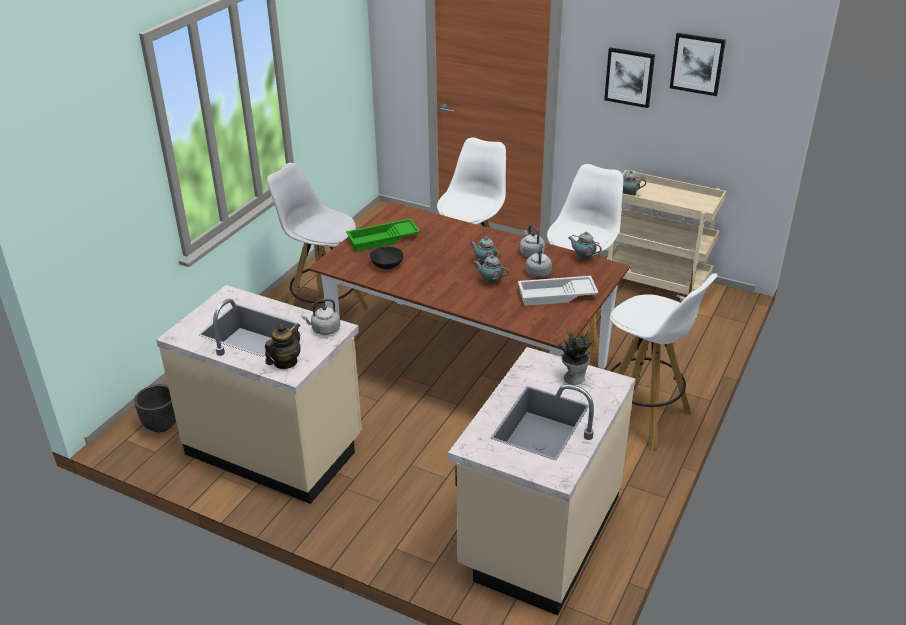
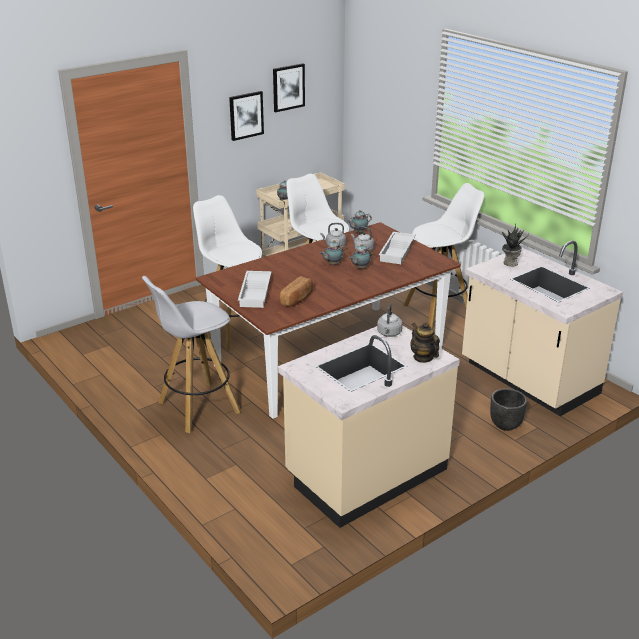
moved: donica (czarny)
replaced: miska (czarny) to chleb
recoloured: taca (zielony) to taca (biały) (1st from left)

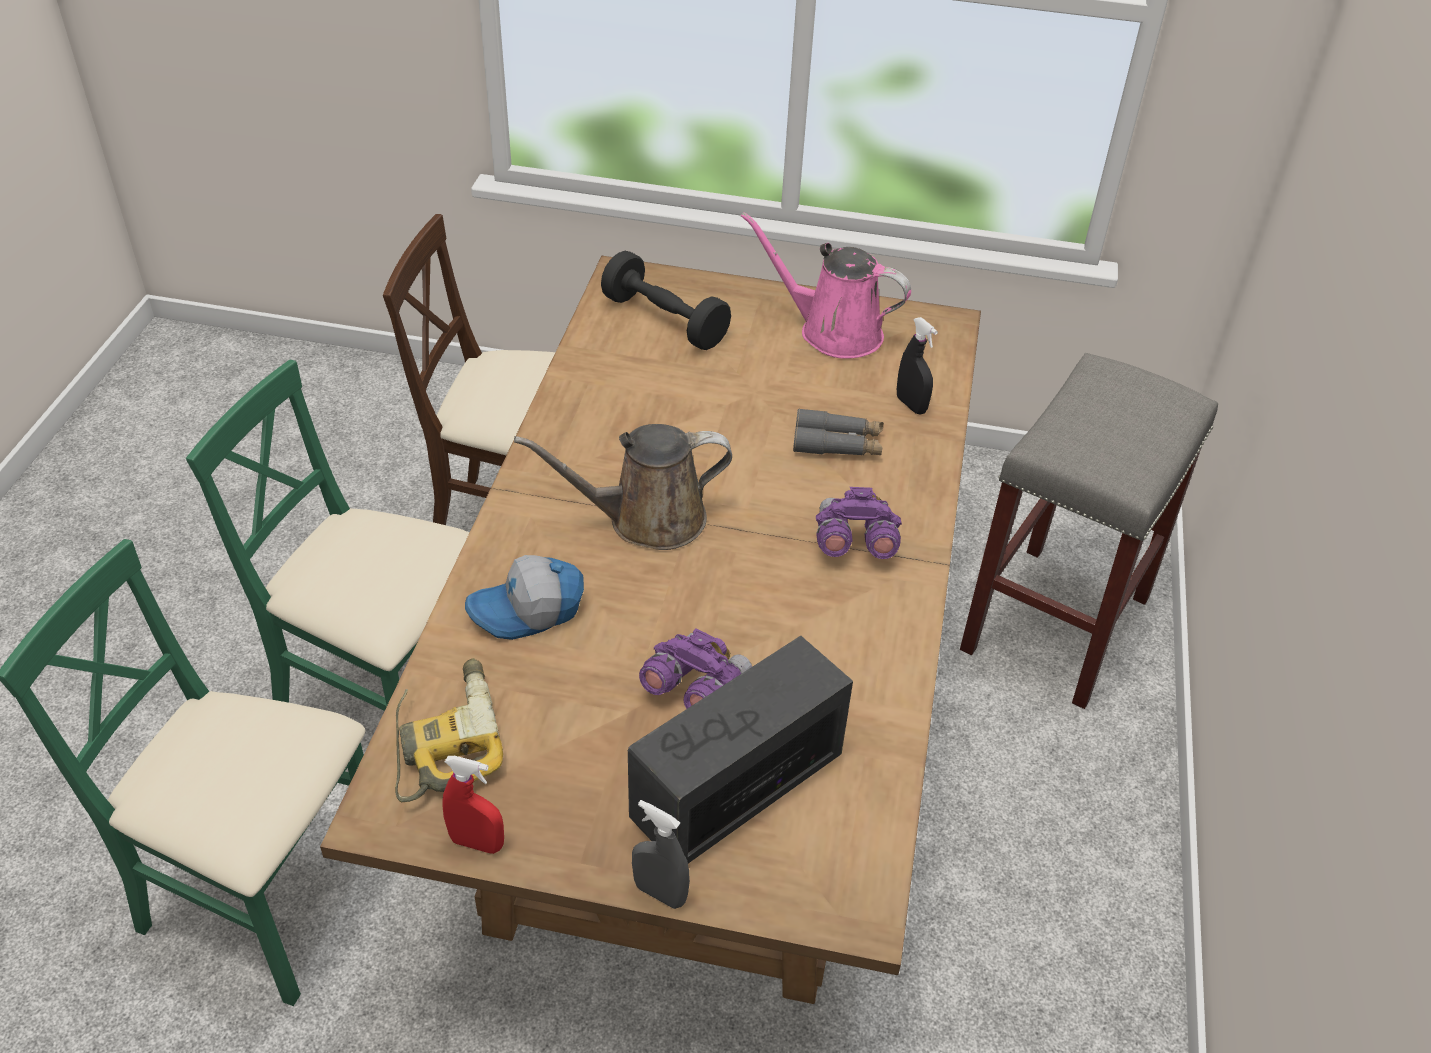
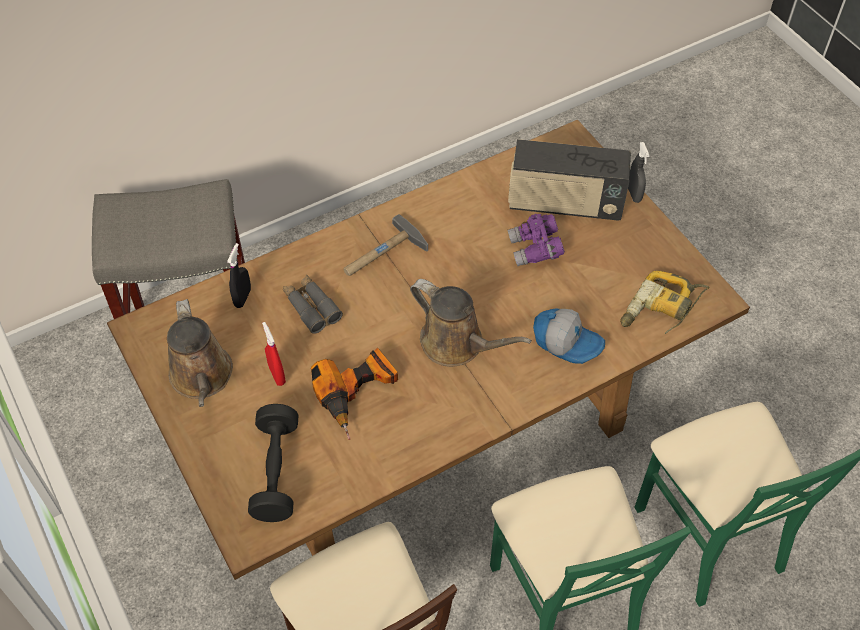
added: wiertarka (1st from left)
moved: spryskiwacz (czerwony)
replaced: lornetka (fioletowy) (2nd from left) to młotek
recoloured: konewka (różowy) to konewka (brązowy) (1st from left)

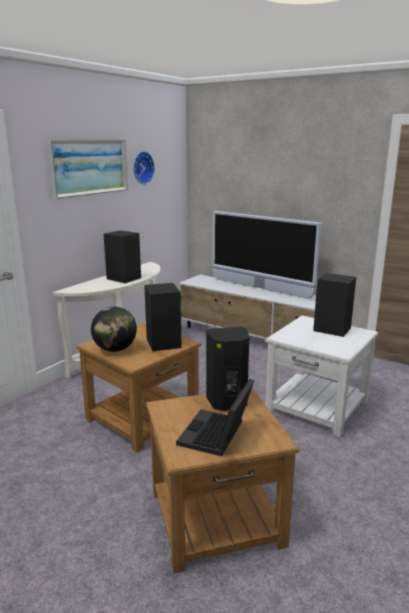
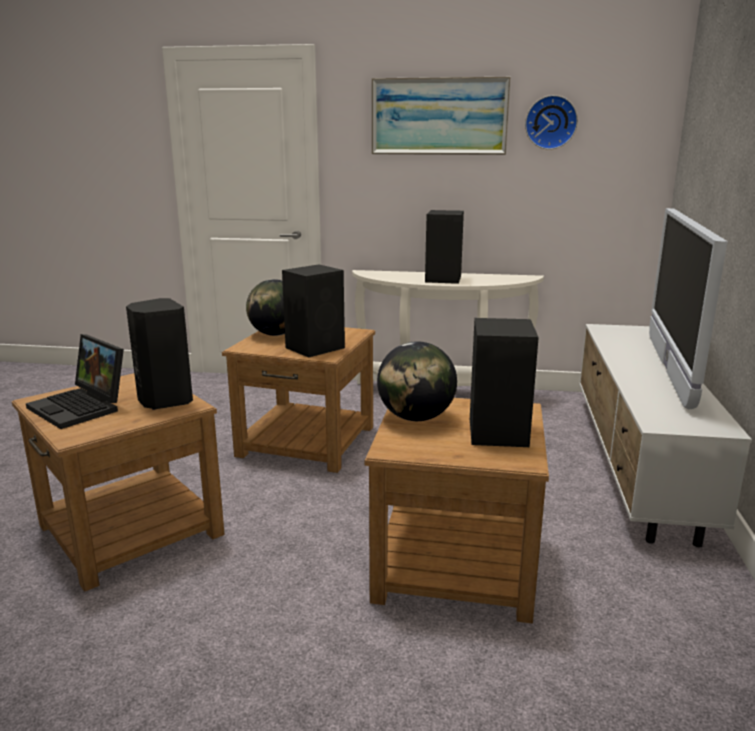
added: globus (2nd from left)
recoloured: stolik (biały) to stolik (brązowy) (3rd from left)
turned: laptop 135 degrees counterclockwise

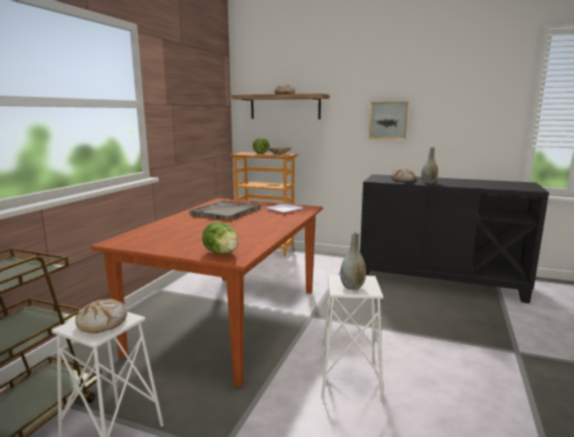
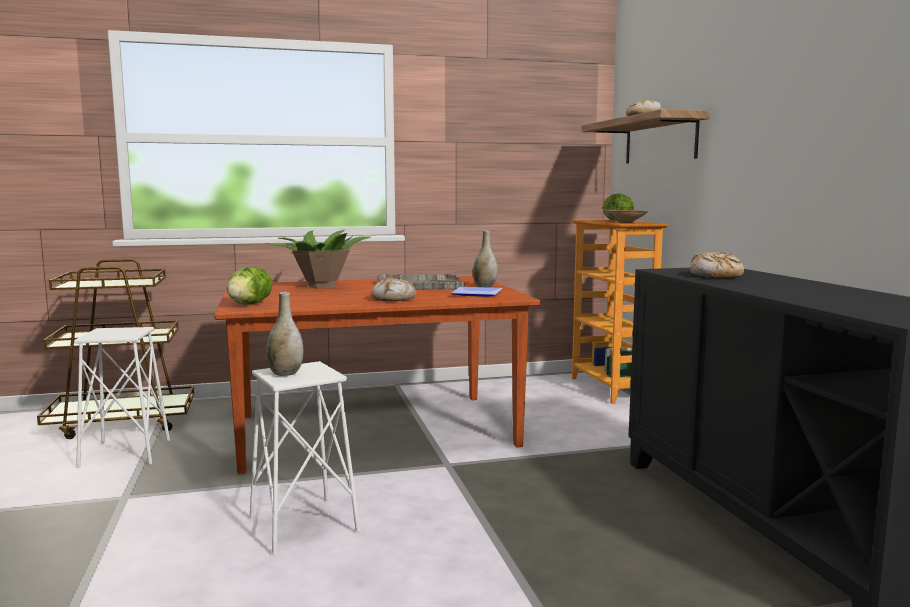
removed: obraz
added: roślina doniczkowa
moved: chleb (1st from left); wazon (szary) (2nd from left)

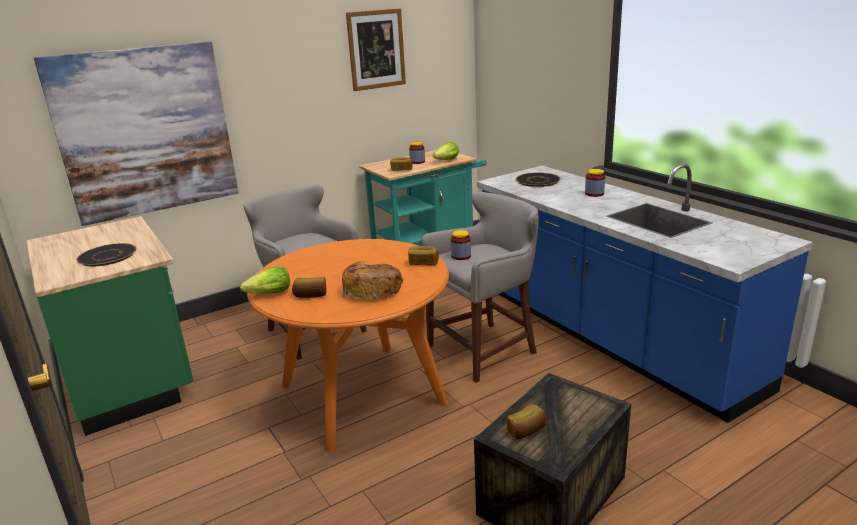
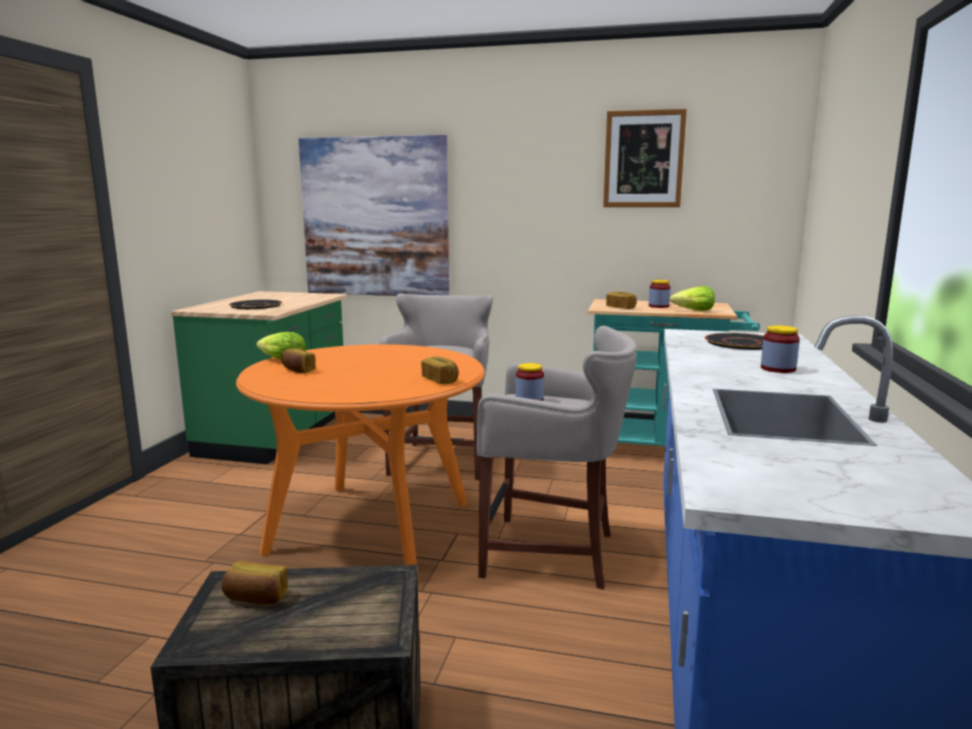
removed: chleb (2nd from left)

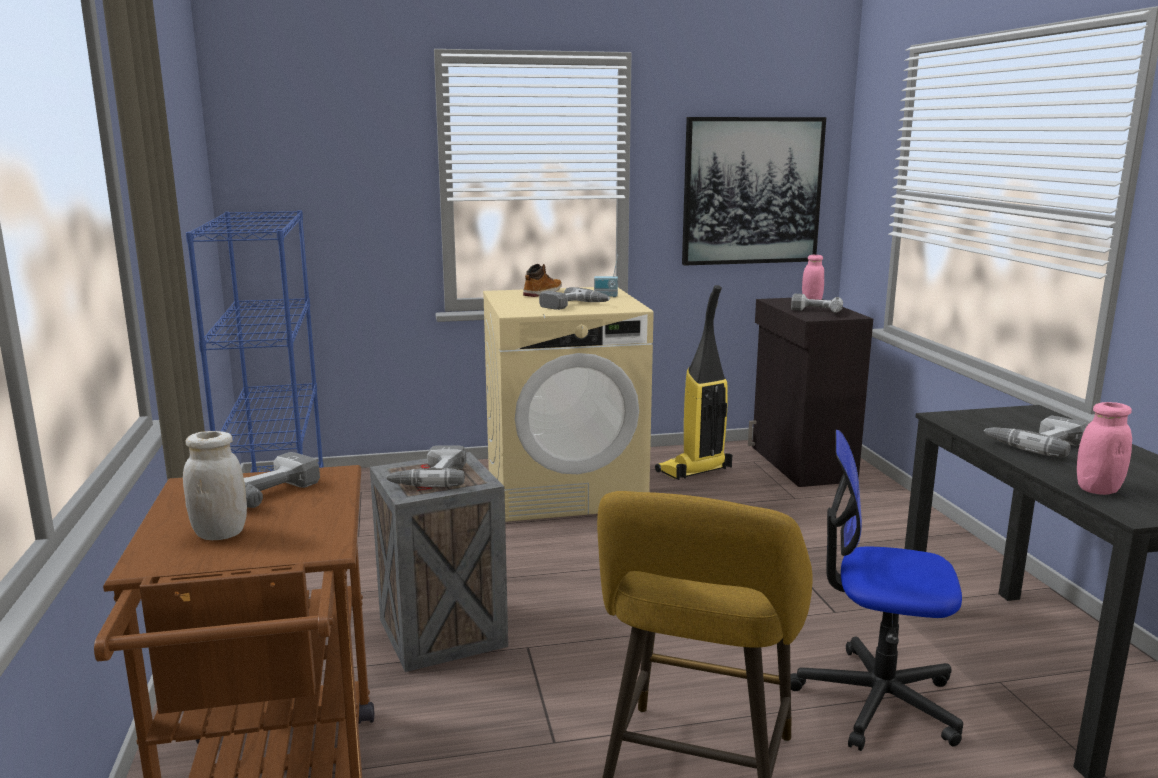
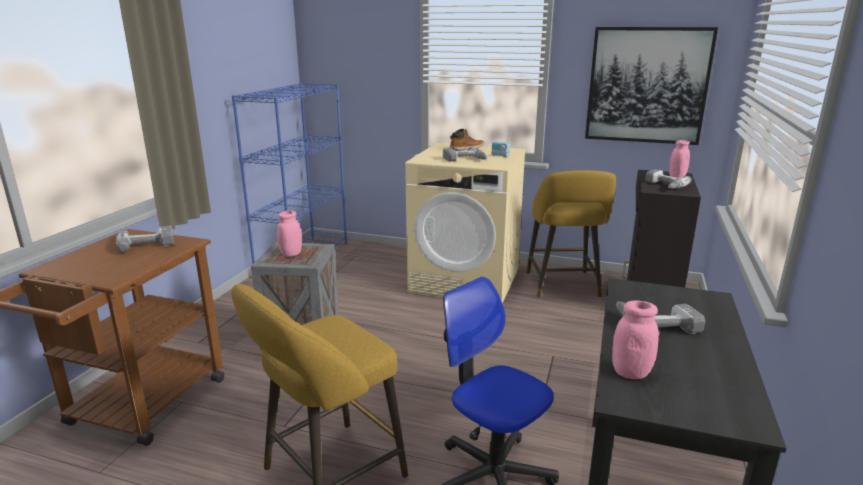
removed: słoik (biały)
replaced: wiertarka (2nd from left) to słoik (różowy) (1st from left); odkurzacz to stołek (żółty) (2nd from left)

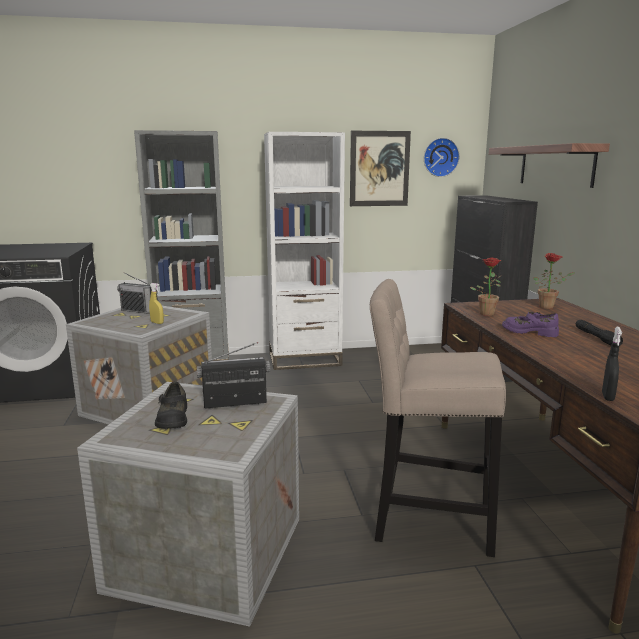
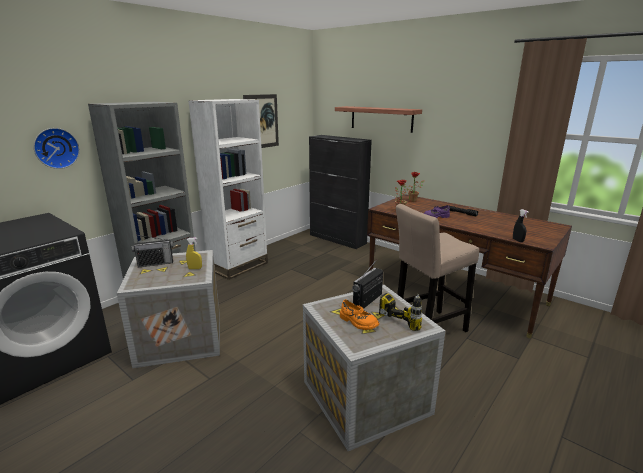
added: wiertarka
moved: zegar ścienny
recoloured: but (czarny) to but (pomarańczowy)

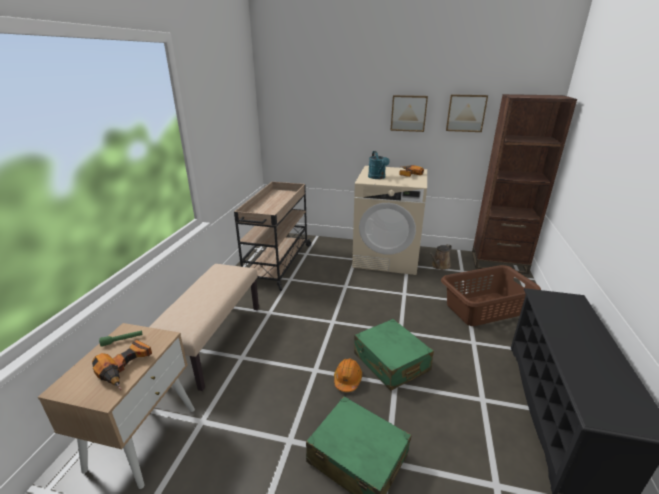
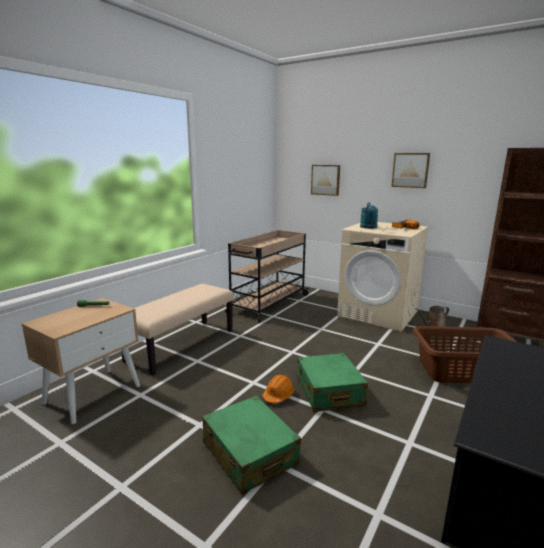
removed: wiertarka (1st from left)
moved: obraz (2nd from left in the first image) to obraz (1st from left)

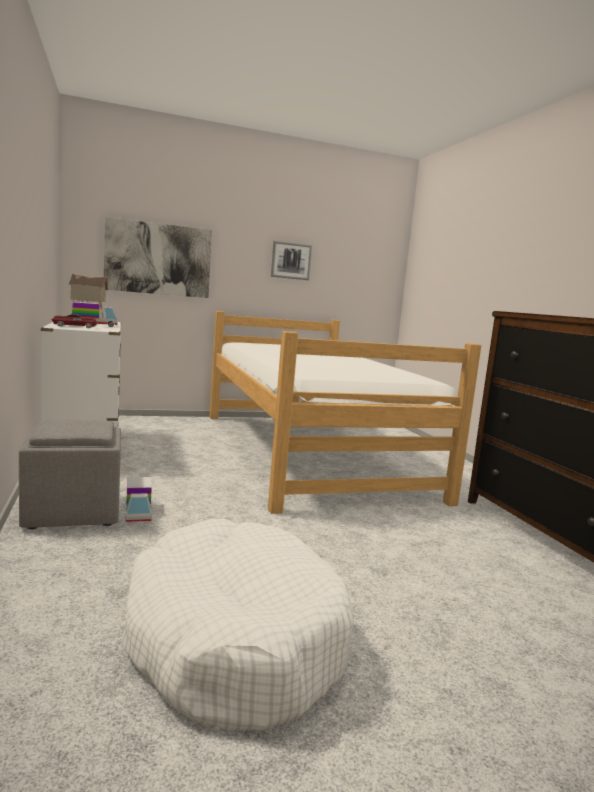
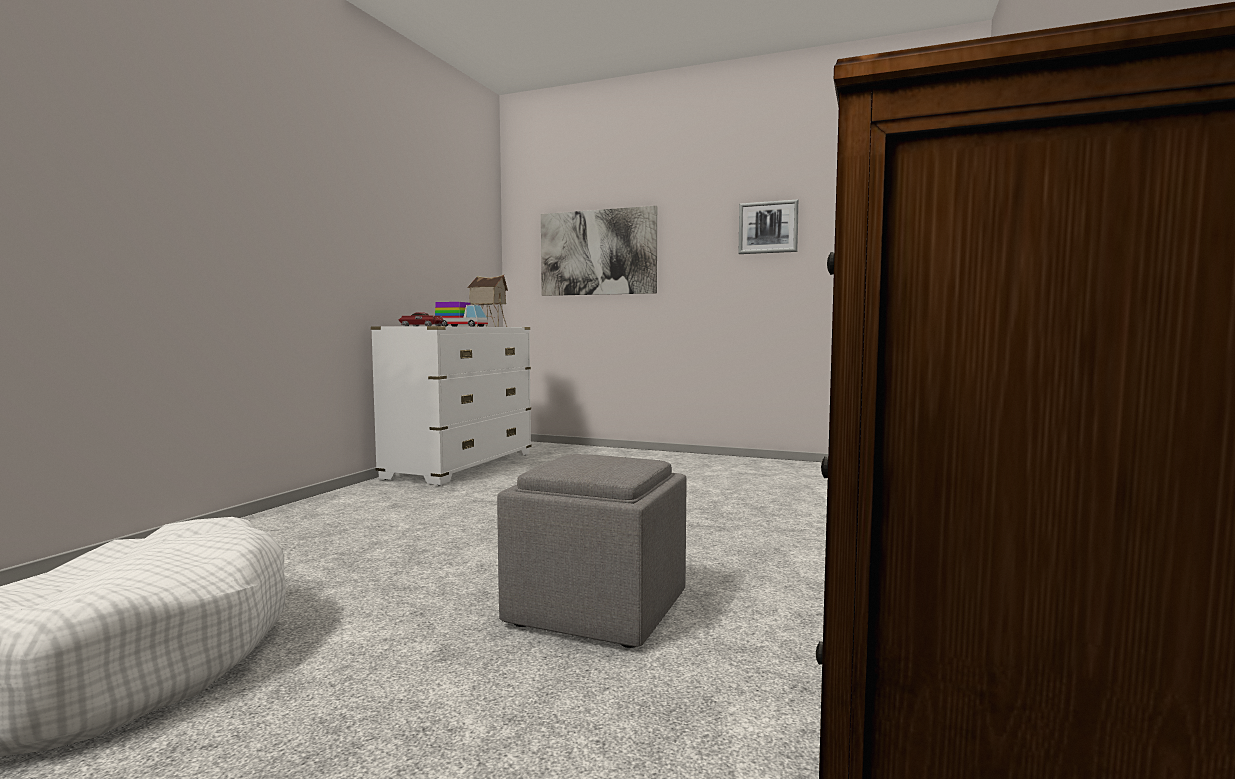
removed: ciężarówka zabawkowa (2nd from left); łóżko
moved: pufa (szary)

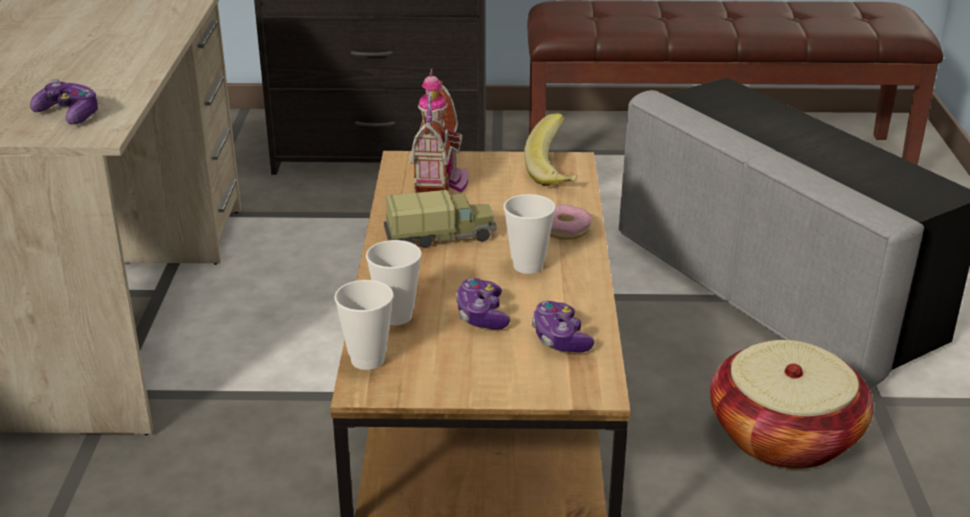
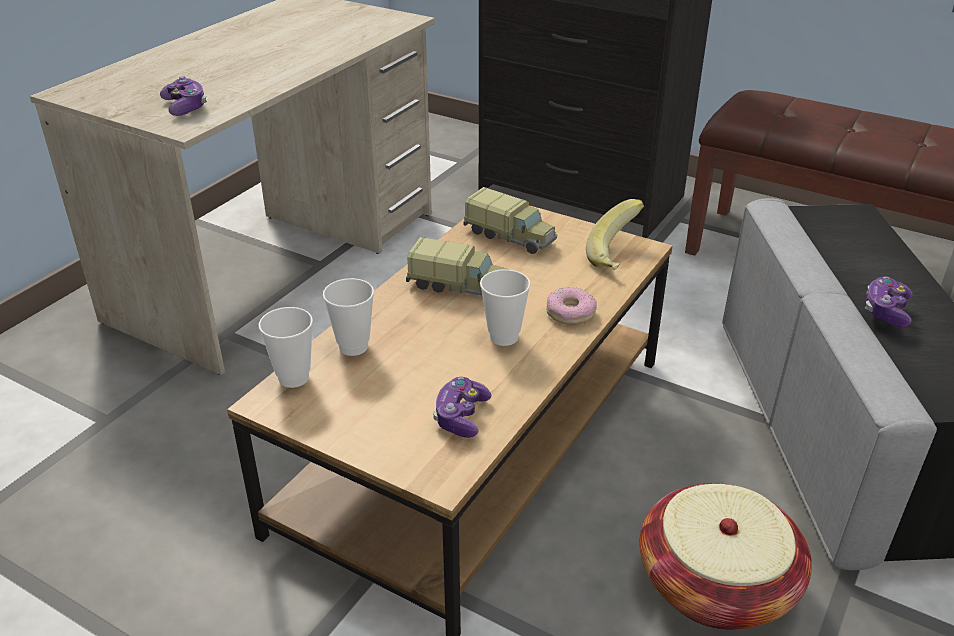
moved: pad do gier (2nd from left in the first image) to pad do gier (3rd from left)
replaced: domek to ciężarówka zabawkowa (2nd from left)

